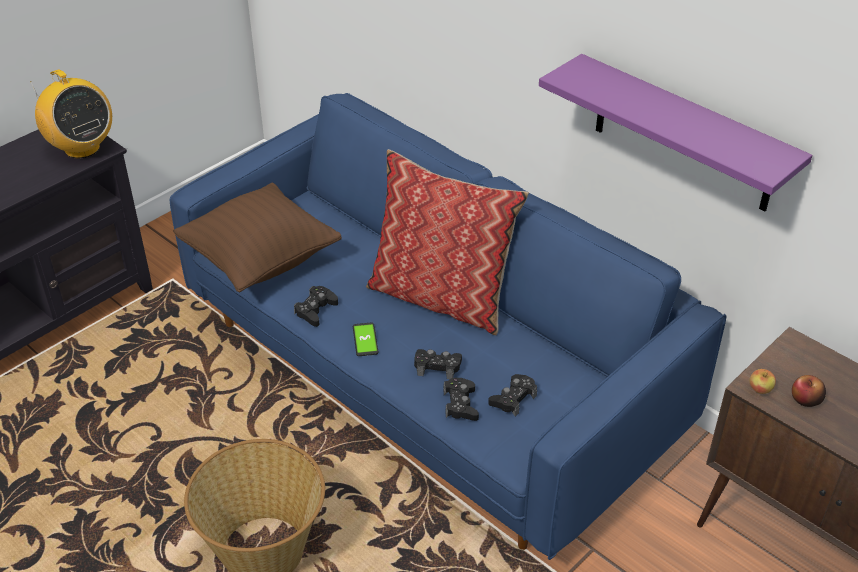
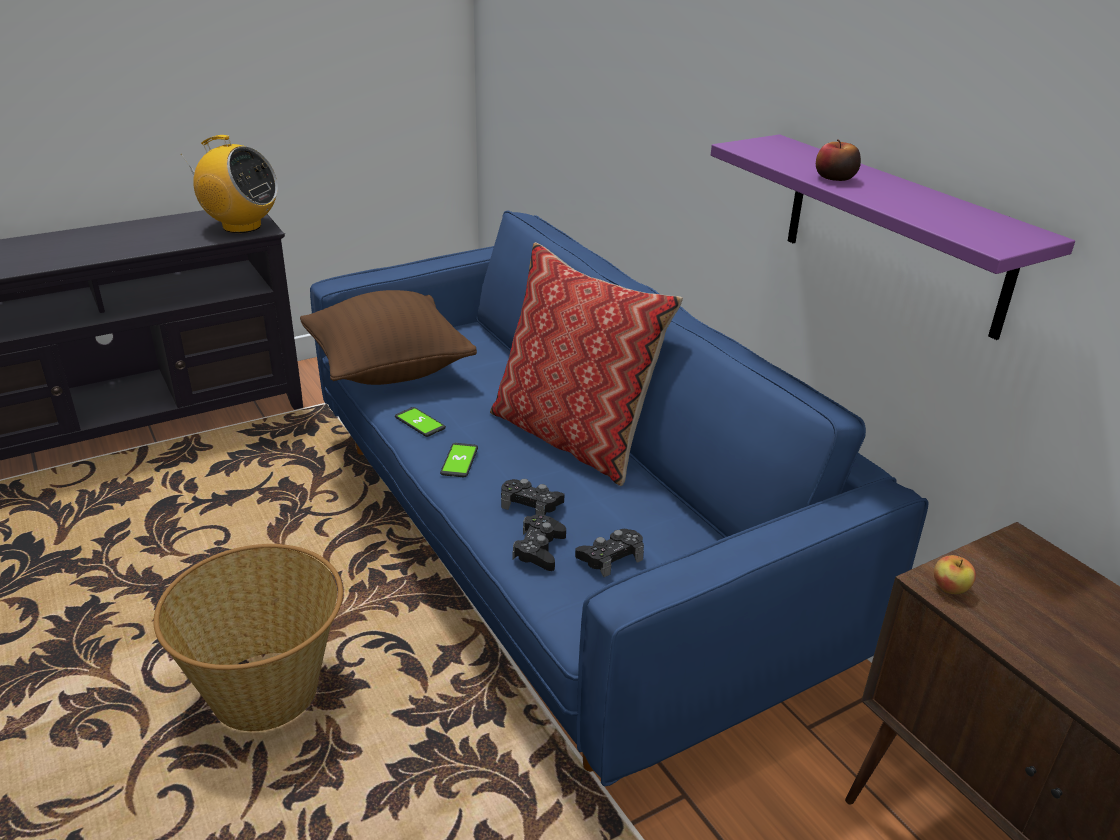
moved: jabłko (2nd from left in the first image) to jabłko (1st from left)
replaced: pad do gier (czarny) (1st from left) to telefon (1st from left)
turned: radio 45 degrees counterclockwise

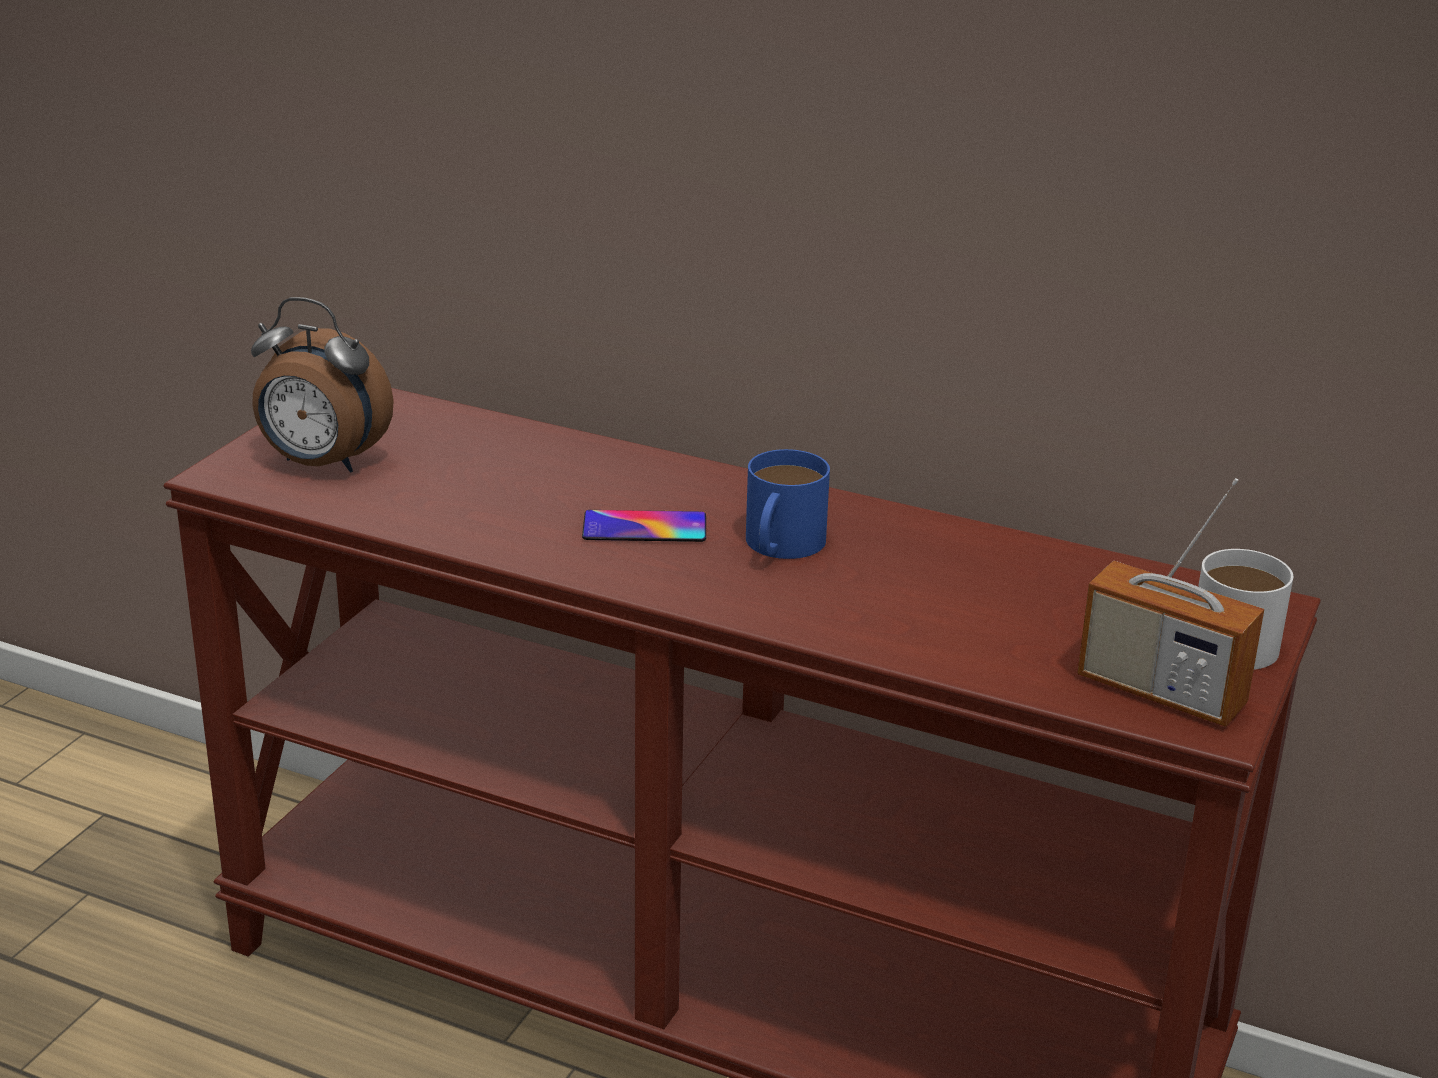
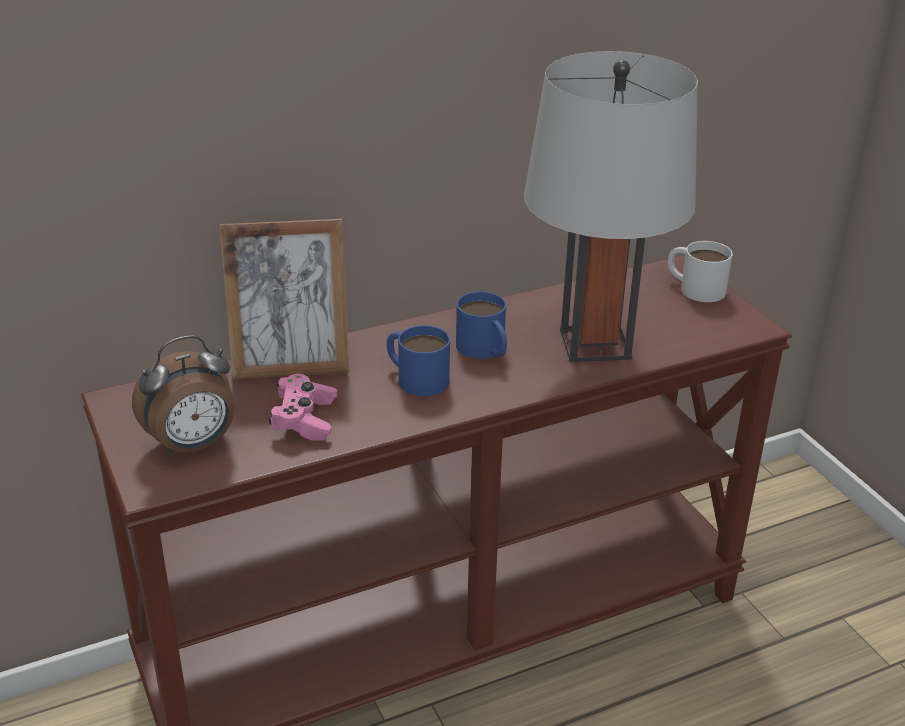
removed: radio
added: ramka na zdjęcie; pad do gier (różowy); lampa stołowa (szary)
replaced: telefon to kubek (niebieski) (1st from left)

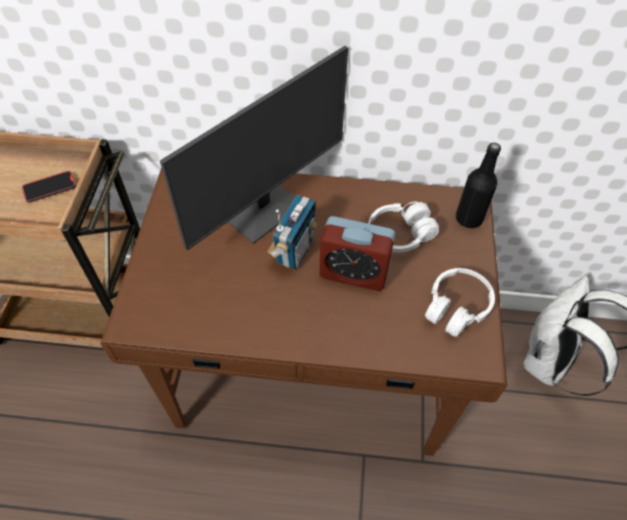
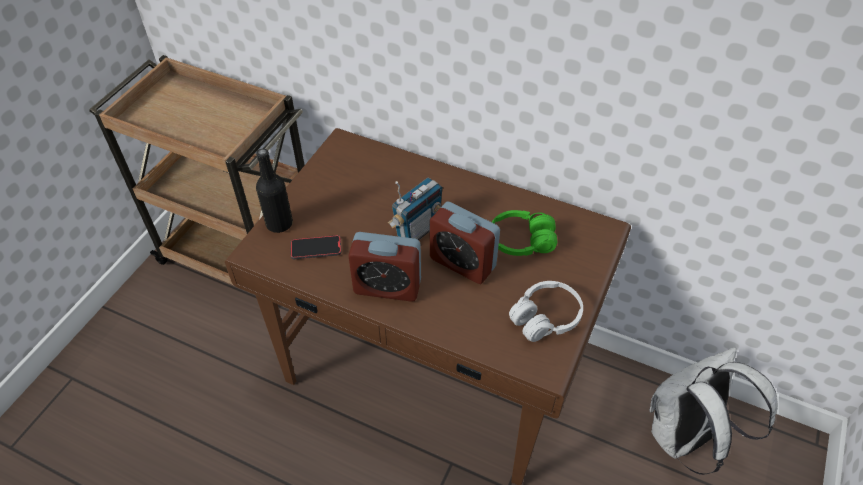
removed: monitor
added: budzik (1st from left)
moved: telefon; butelka (czarny)
recoloured: słuchawki (biały) (1st from left) to słuchawki (zielony)

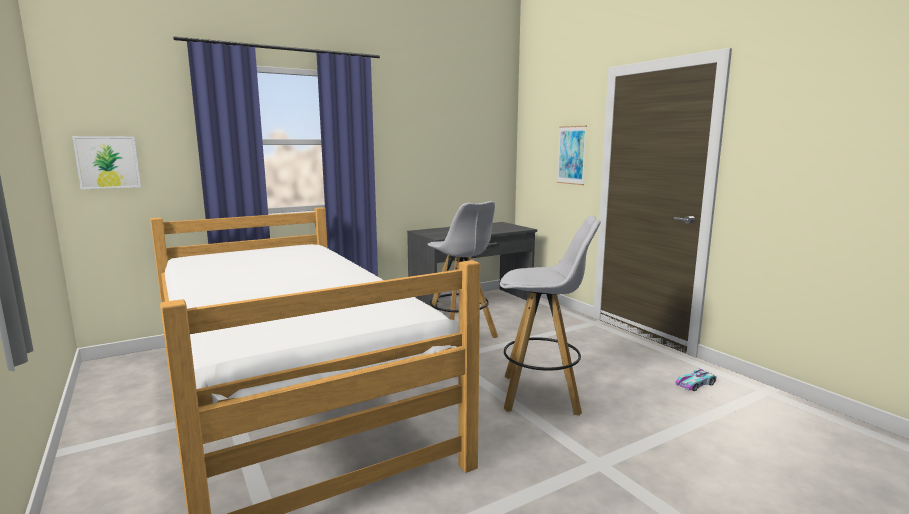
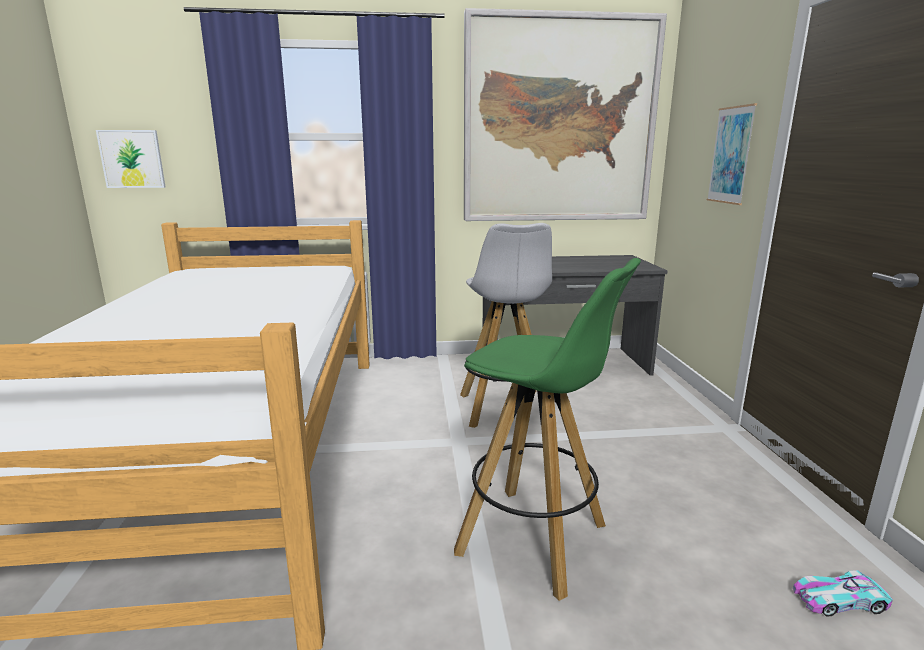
added: obraz (2nd from left)
recoloured: stołek (biały) (2nd from left) to stołek (zielony)

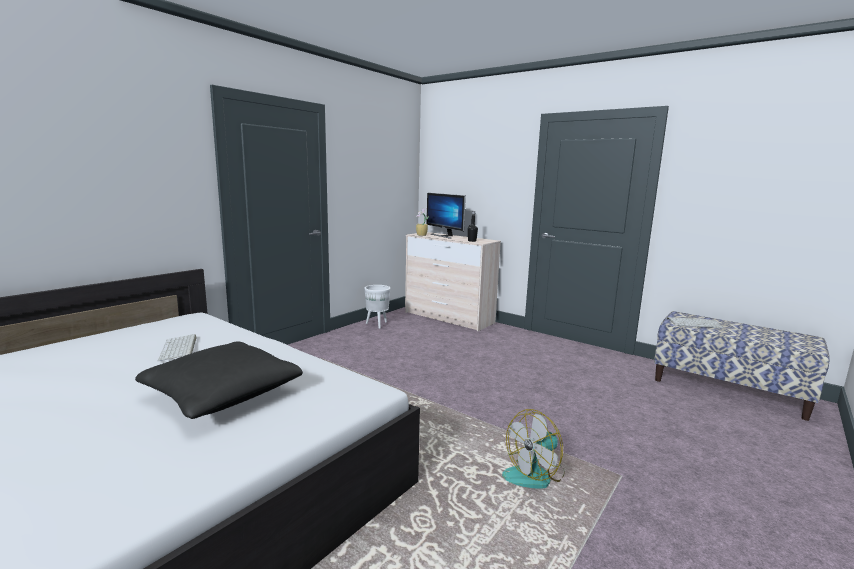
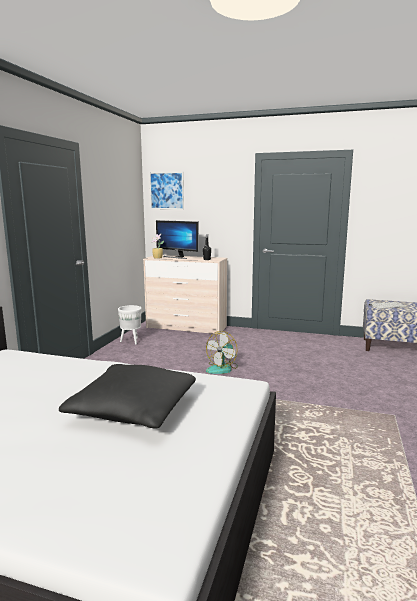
removed: klawiatura (1st from left)
added: obraz
moved: wentylator

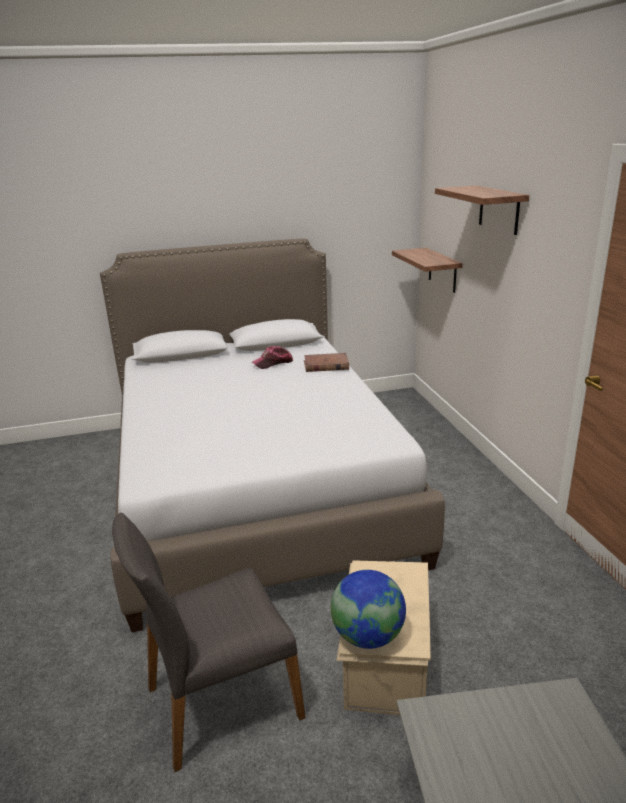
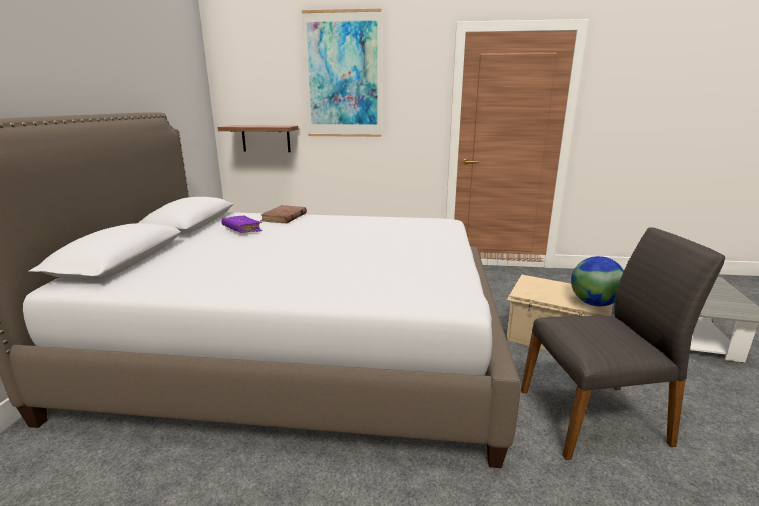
replaced: czapka z daszkiem to książka (fioletowy); półka (2nd from left) to obraz
turned: krzesło (szary) 90 degrees counterclockwise

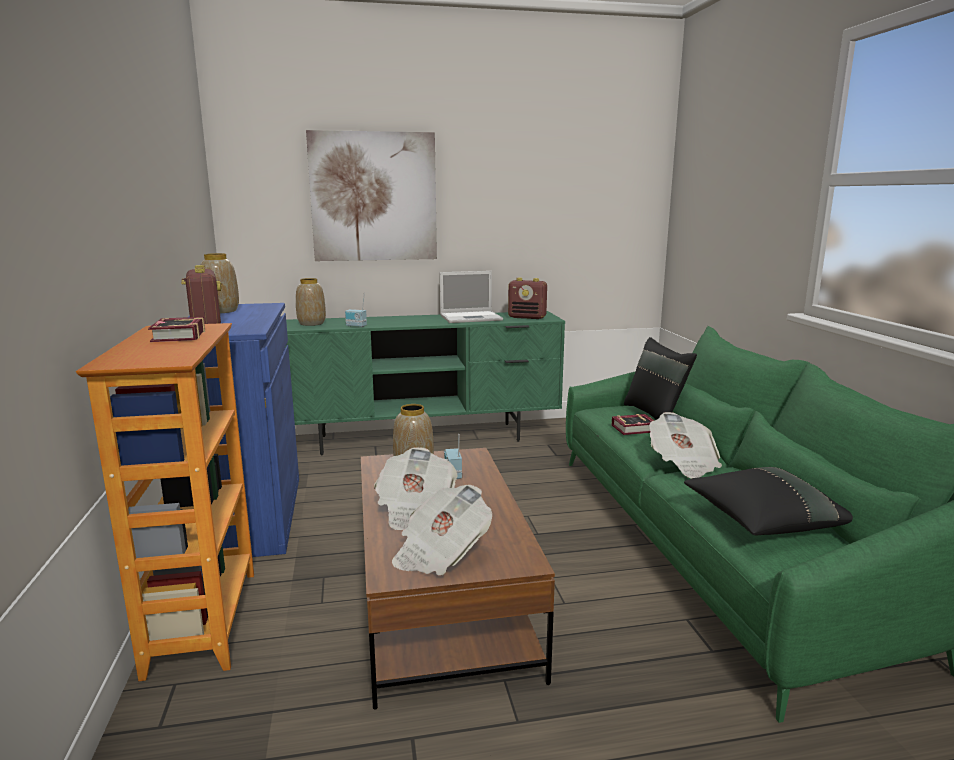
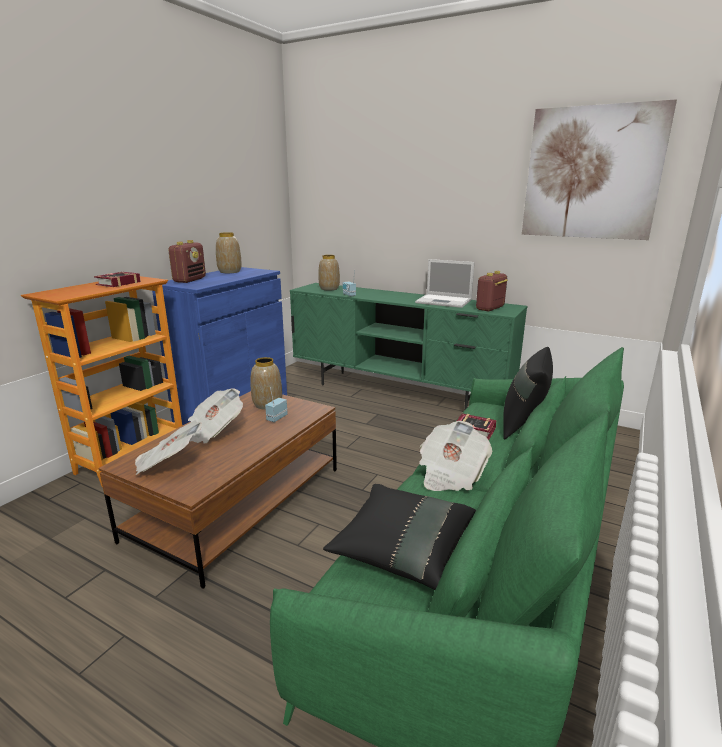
moved: obraz
turned: radio (4th from left) 75 degrees clockwise

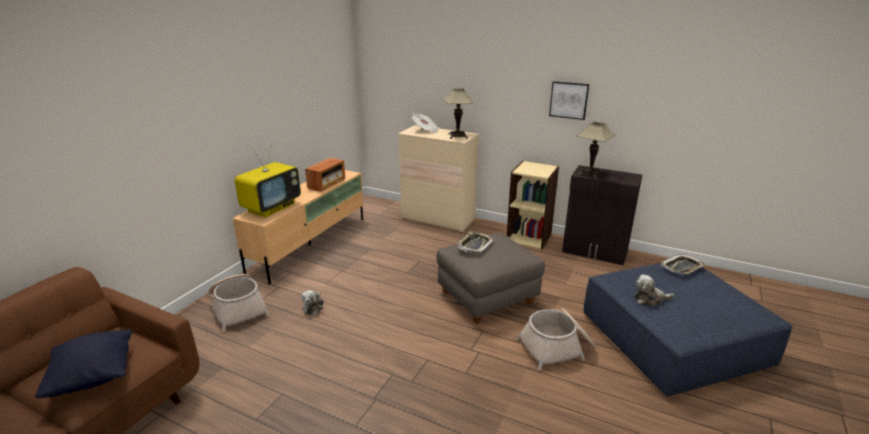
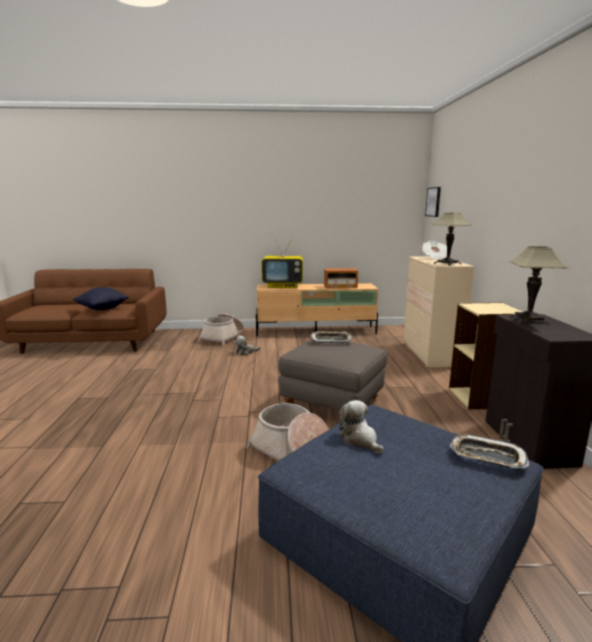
moved: obraz

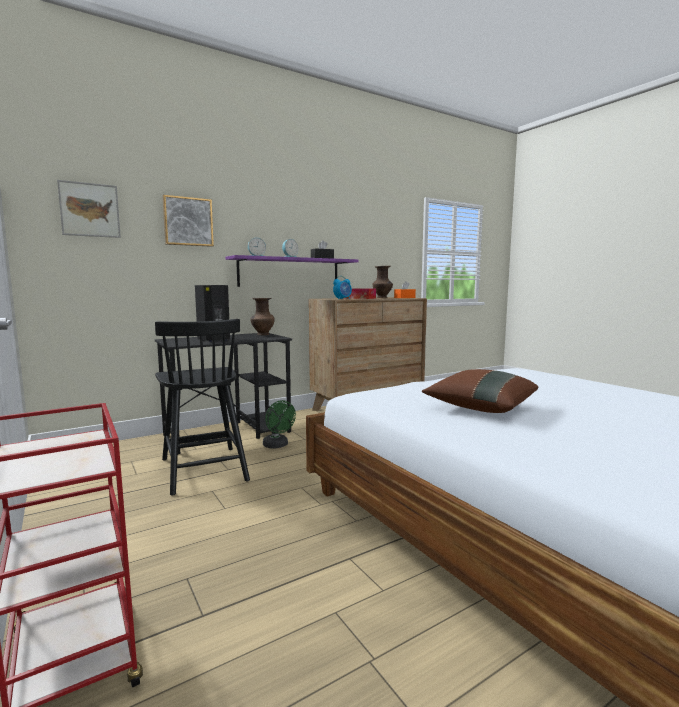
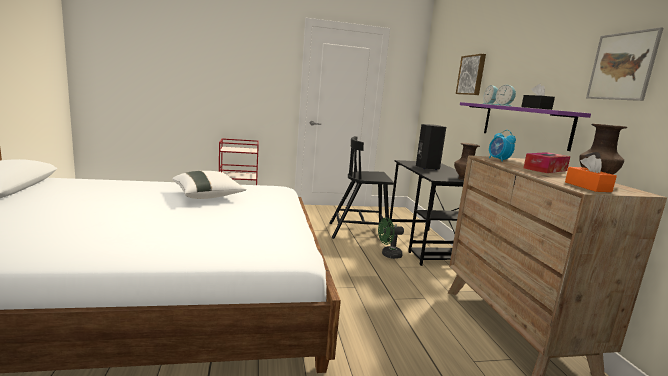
moved: obraz (1st from left in the first image) to obraz (2nd from left)
recoloured: poduszka (brązowy) to poduszka (biały)

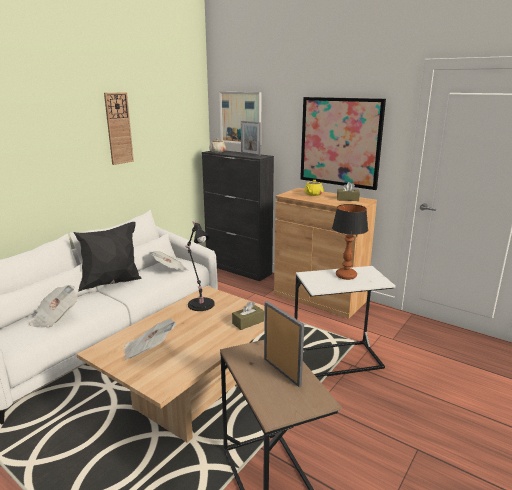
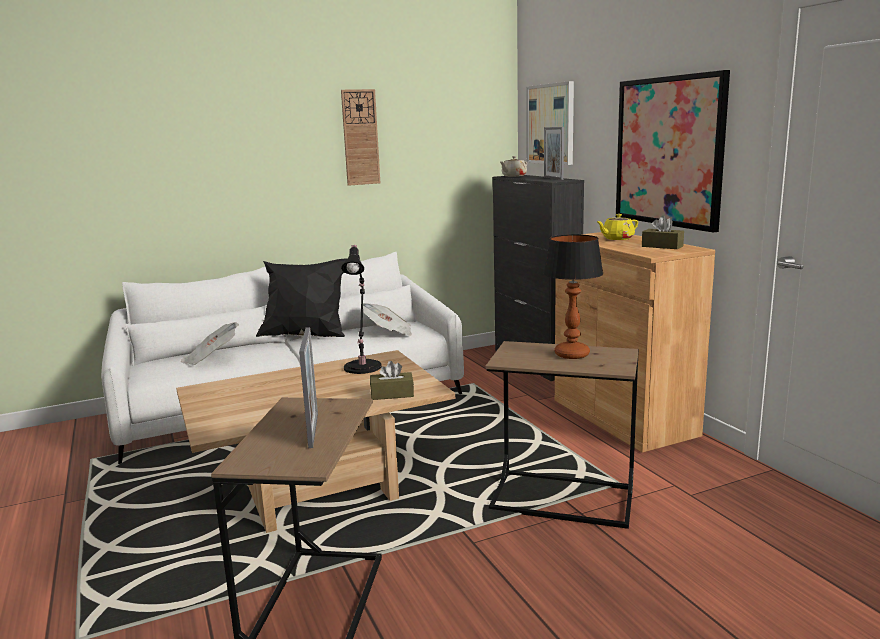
removed: gazeta (2nd from left)
recoloured: stolik (biały) to stolik (brązowy) (2nd from left)

